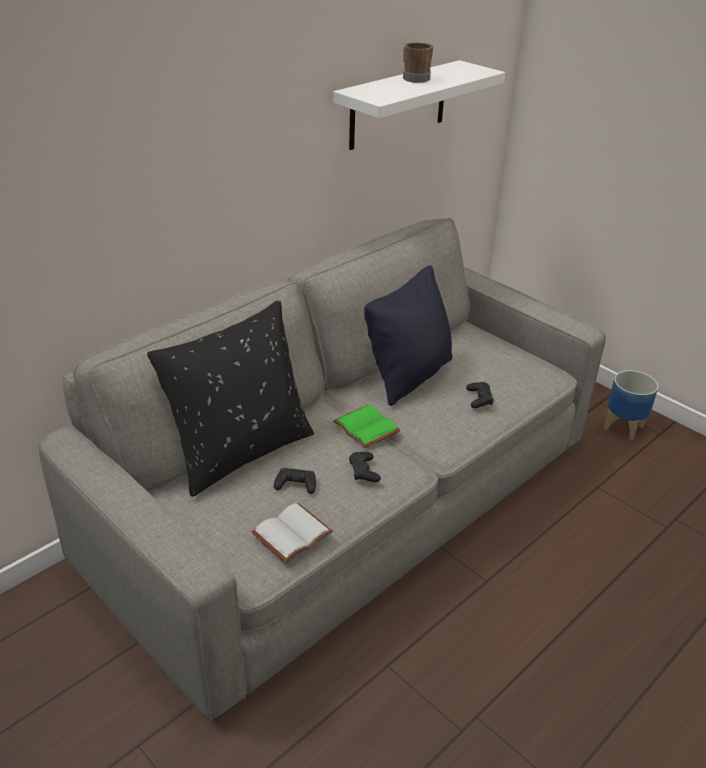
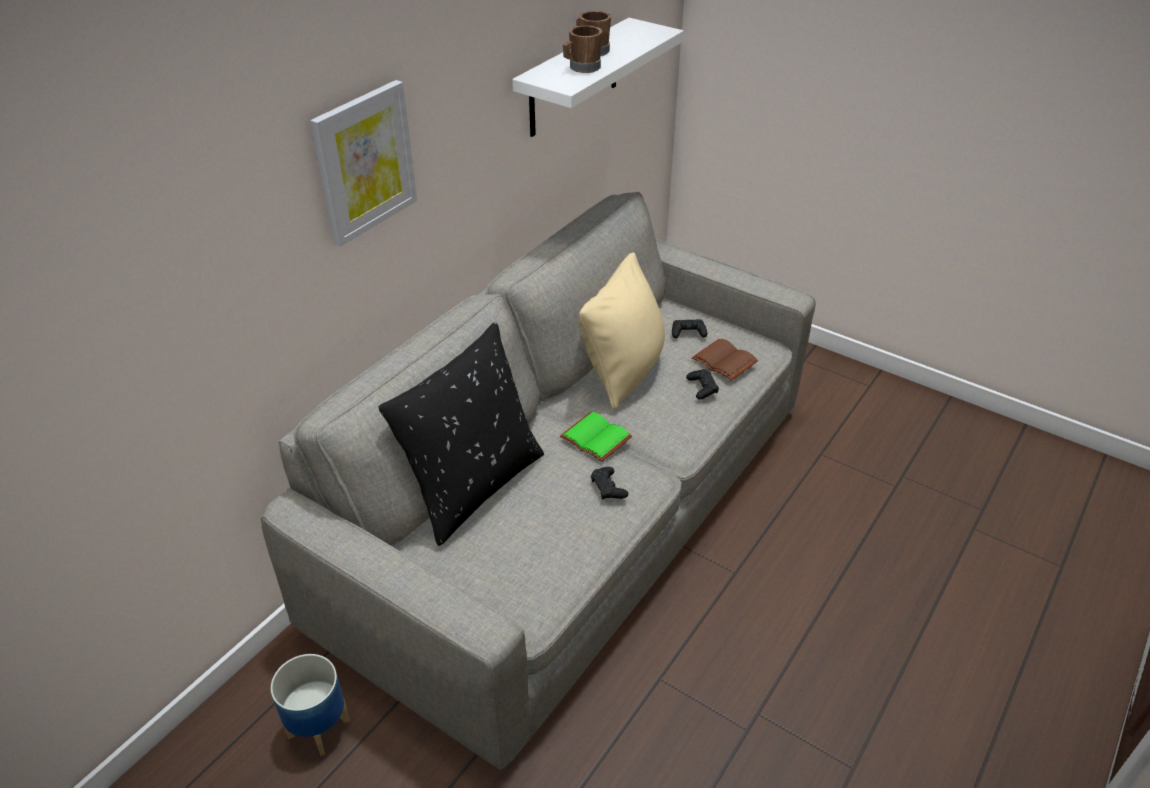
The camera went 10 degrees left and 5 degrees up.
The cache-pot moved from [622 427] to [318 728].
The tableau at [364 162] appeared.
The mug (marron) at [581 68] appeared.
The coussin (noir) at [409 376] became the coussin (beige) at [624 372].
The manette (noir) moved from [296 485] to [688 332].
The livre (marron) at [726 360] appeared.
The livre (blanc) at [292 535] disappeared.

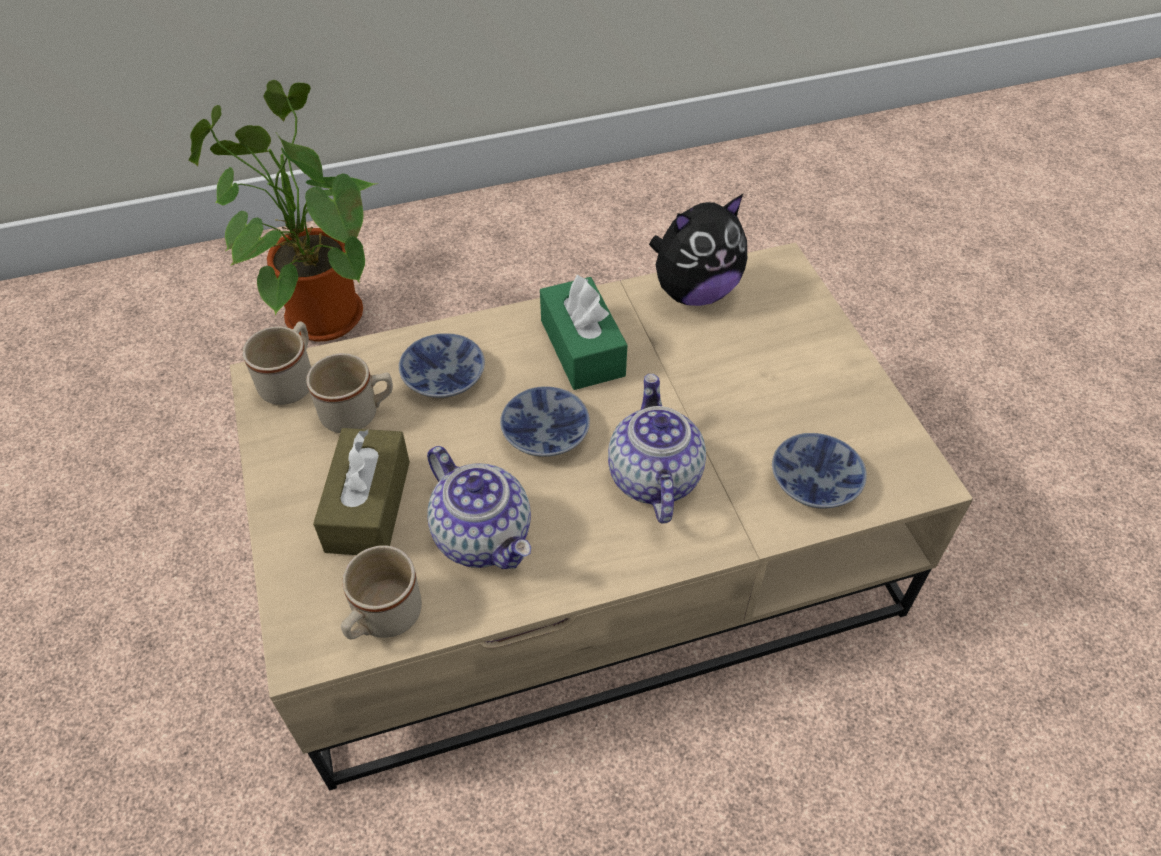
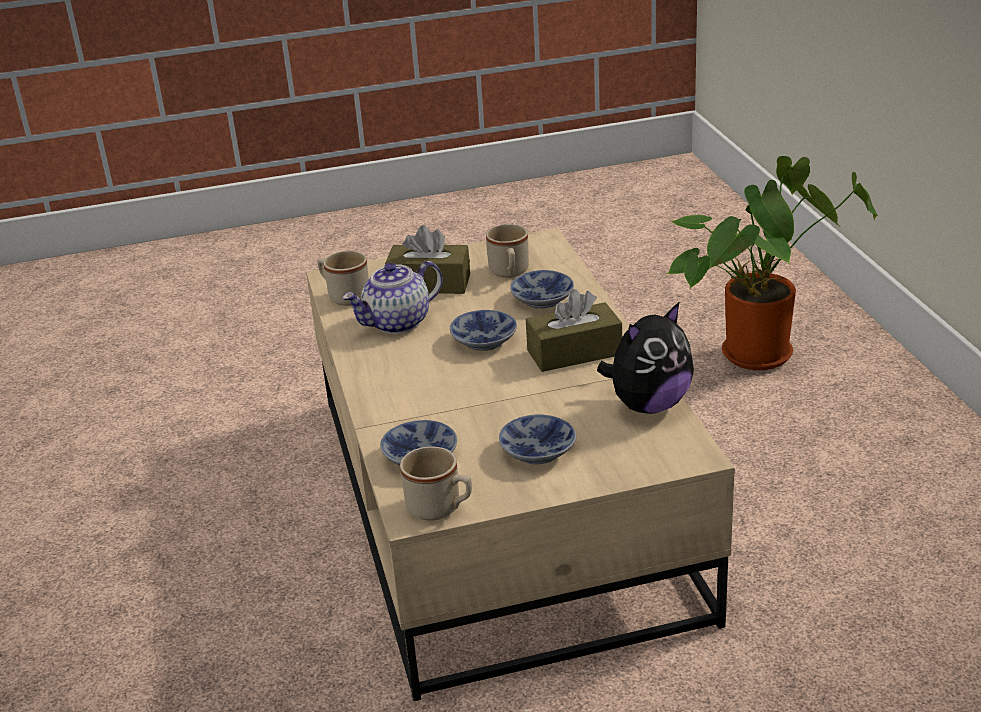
The camera went 95 degrees right and 20 degrees down.
The mug (beige) moved from [292 380] to [440 509].
The bol at [540 452] appeared.
The boîte à mouchoirs (vert) at [582 348] became the boîte à mouchoirs (marron) at [574 352].
The peluche at [694 292] turned 105 degrees counterclockwise.
The théière at [652 477] disappeared.

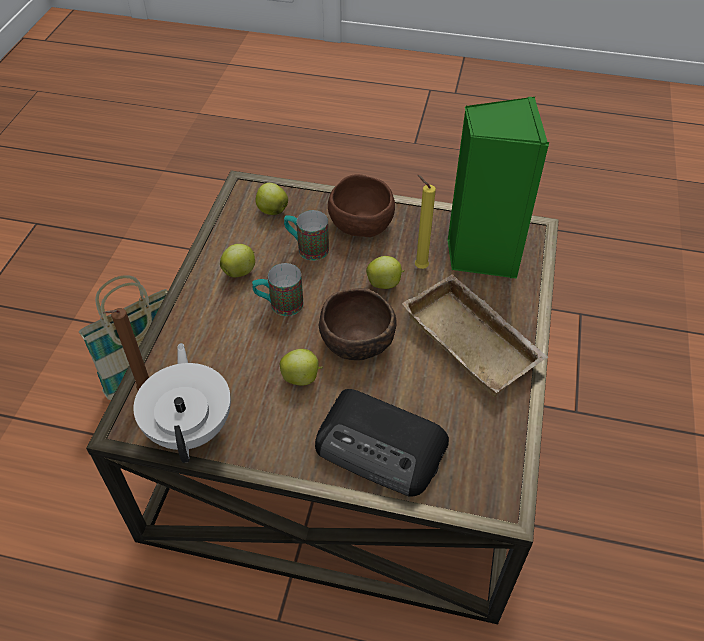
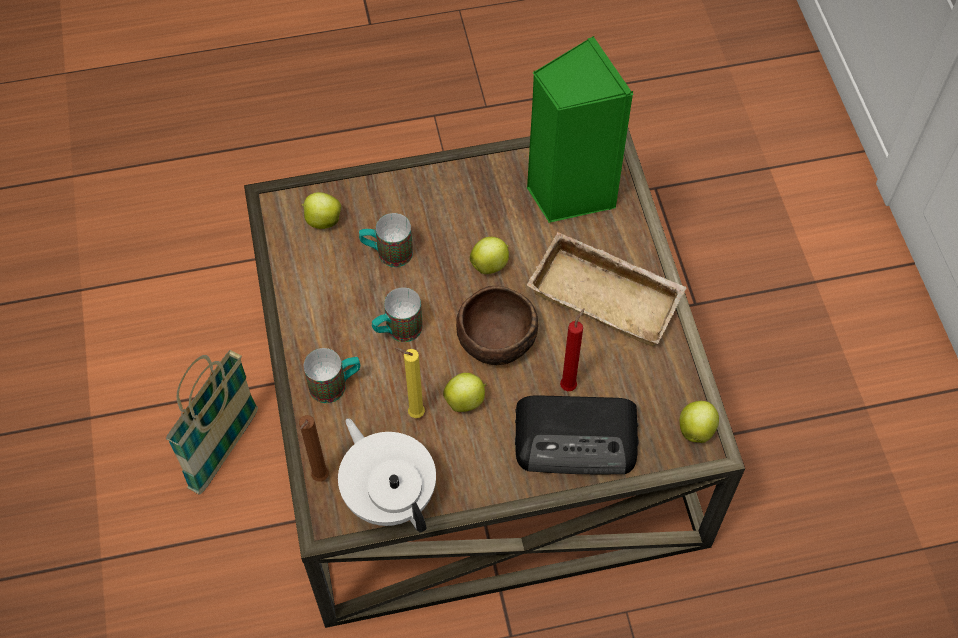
The camera went 25 degrees left and 10 degrees up.
The mug at [336 385] appeared.
The bougie (jaune) moved from [419 267] to [413 413].
The bougie (rouge) at [569 385] appeared.
The pomme moved from [240 271] to [696 429].
The bol (marron) at [362 223] disappeared.

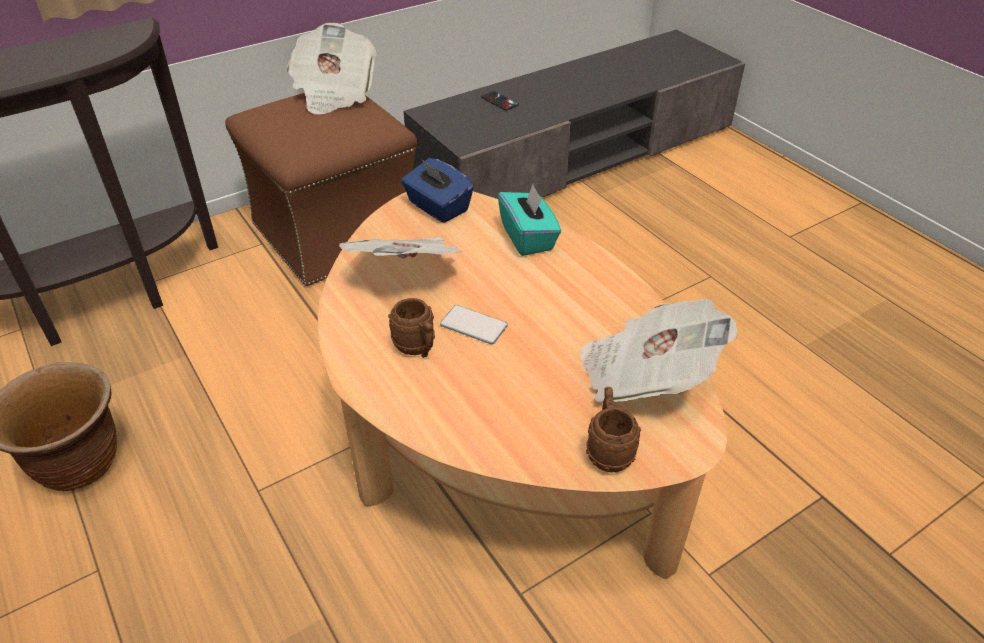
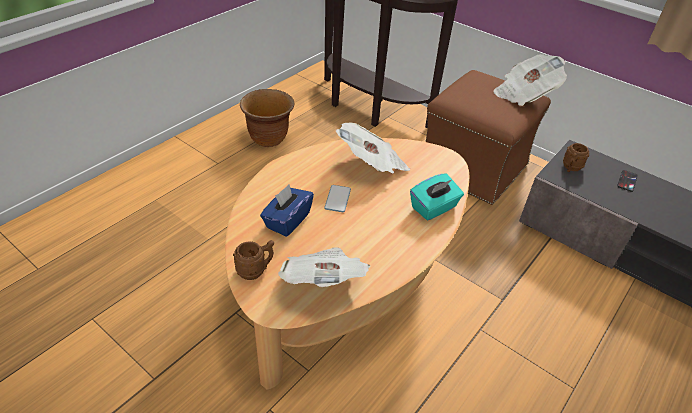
The camera went 70 degrees right and 0 degrees up.
The boîte à mouchoirs (bleu) moved from [437 207] to [287 221].
The mug (marron) moved from [417 349] to [570 168].

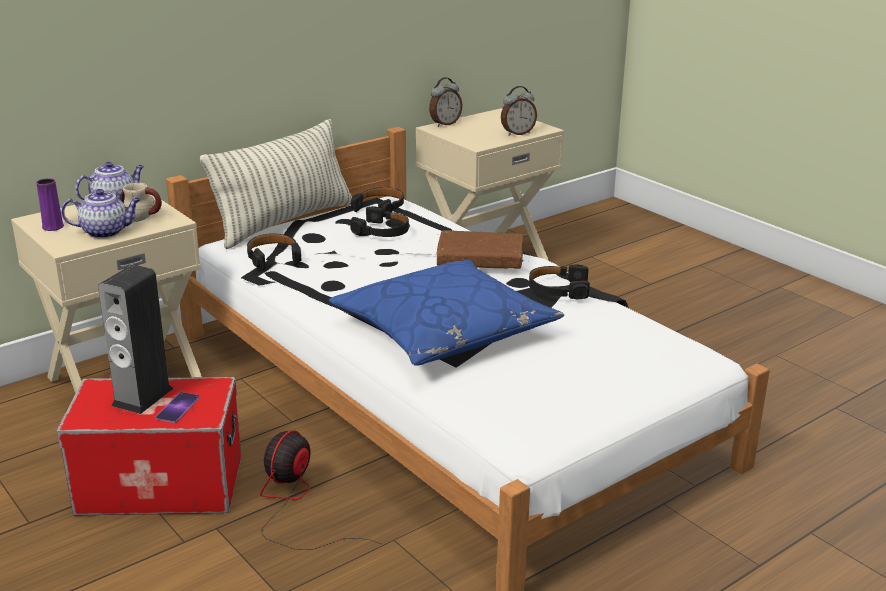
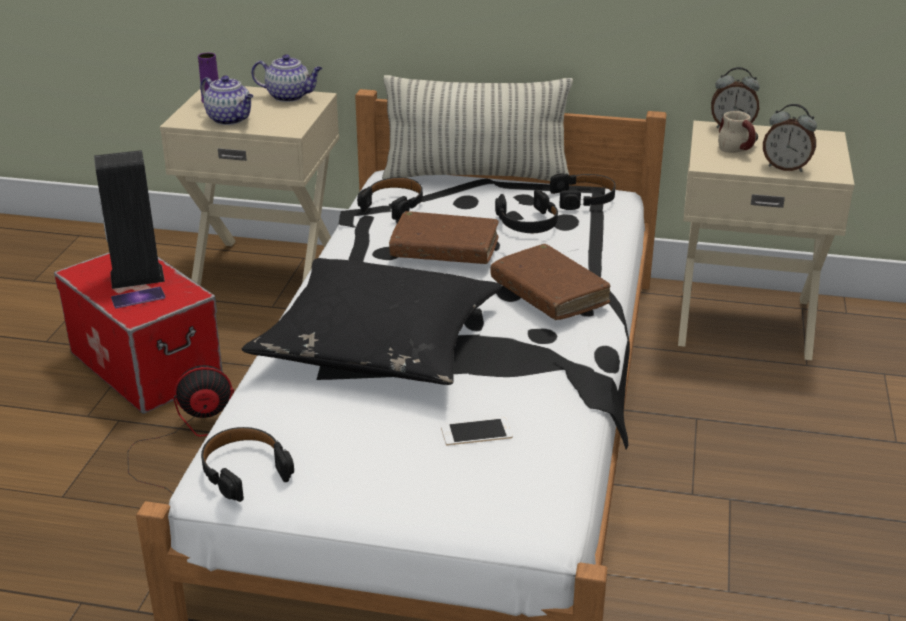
The camera went 50 degrees right and 5 degrees up.
The casque audio (noir) moved from [558 289] to [244 470].
The coussin (bleu) at [444 331] became the coussin (noir) at [378 342].
The livre (marron) at [444 249] appeared.
The téléphone at [476 432] appeared.
The mug moved from [146 215] to [741 149].

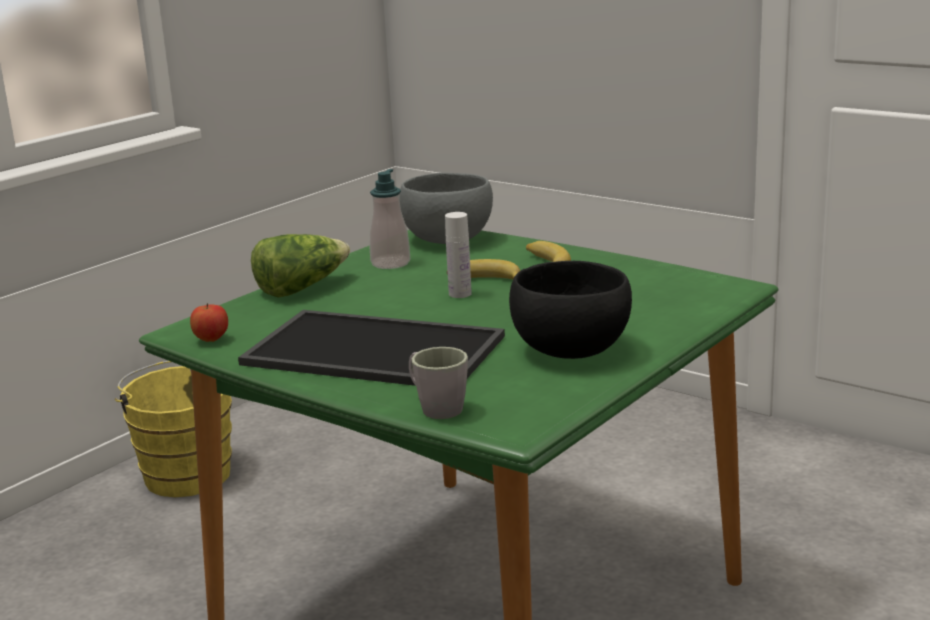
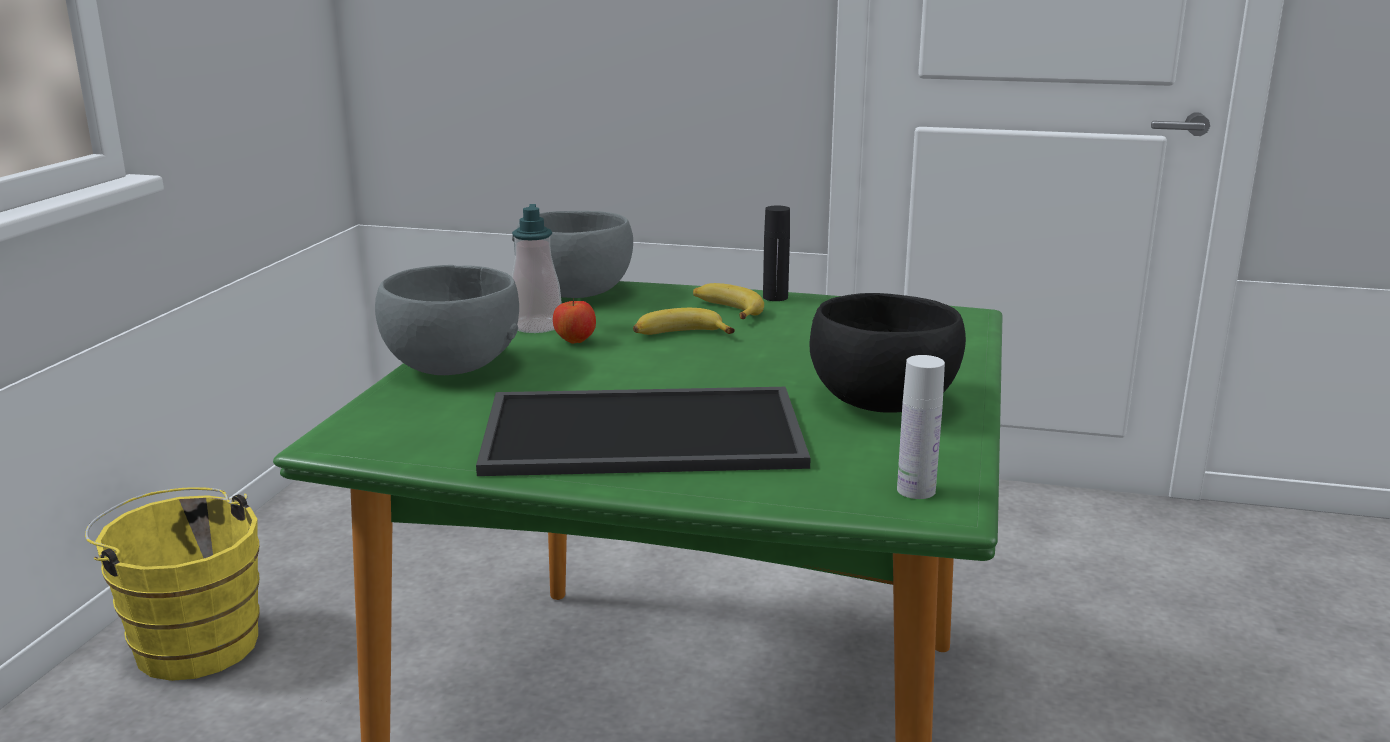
The camera went 25 degrees left and 0 degrees up.
The laitue at [301 288] was replaced by the bol (gris) at [451 367].
The pomme moved from [211 340] to [574 341].
The bouteille (noir) at [775 297] appeared.
The bouteille (blanc) moved from [460 294] to [916 490].
The mug (gris) at [436 407] disappeared.

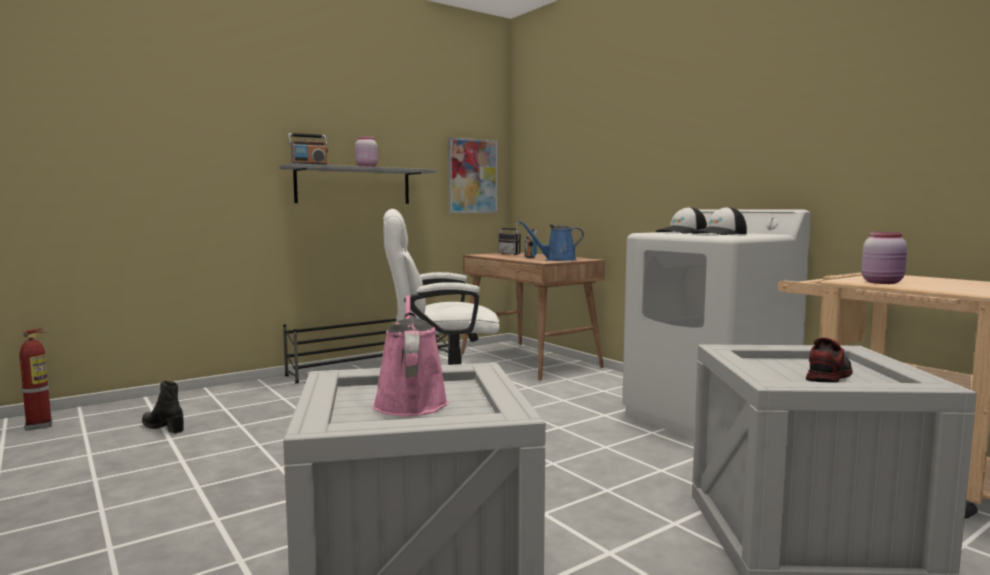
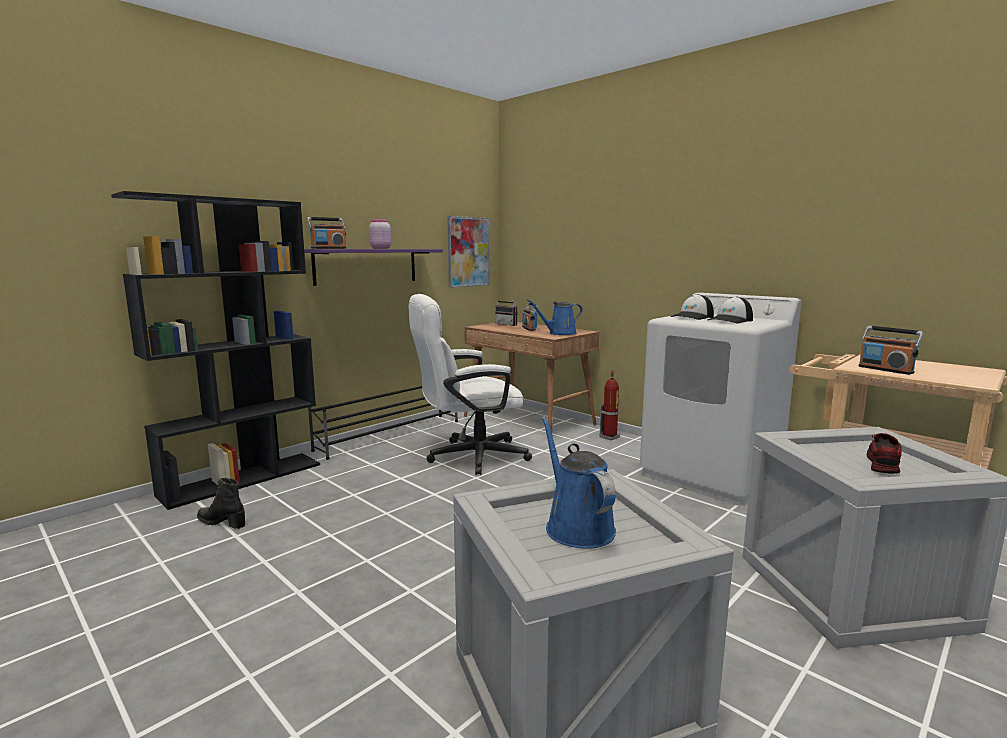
The camera went 10 degrees left and 5 degrees up.
The bibliothèque (noir) at [243 479] appeared.
The étagère (gris) at [353 186] became the étagère (violet) at [366 266].
The arrosoir (rose) at [410 402] became the arrosoir (bleu) at [576 526].
The extincteur moved from [39 425] to [609 437].
The bocal (rose) at [883 282] was replaced by the radio at [885 370].

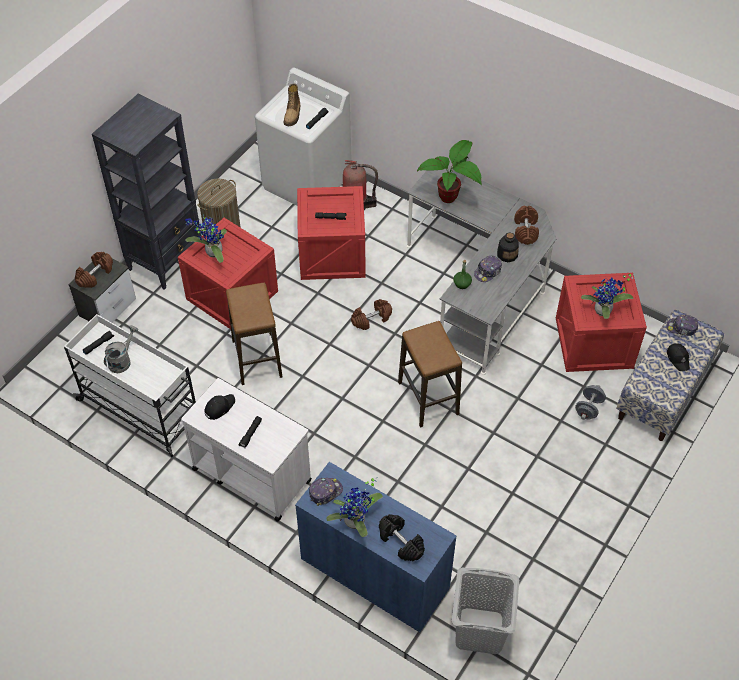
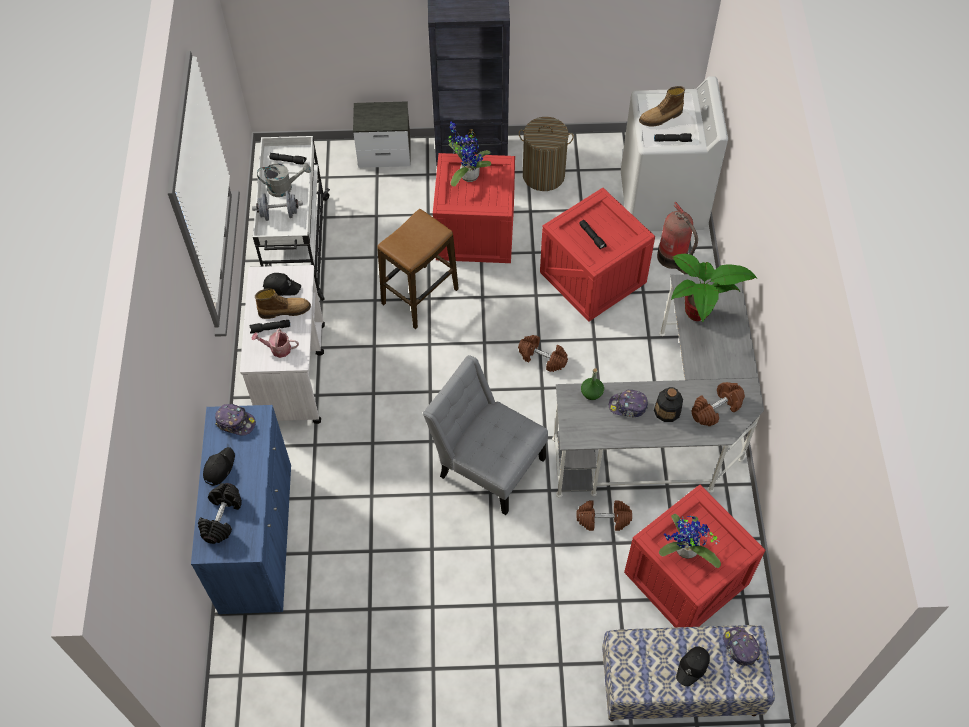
The camera went 55 degrees right and 5 degrees up.
The plante en pot at [356 523] was replaced by the casquette (noir) at [219 468].
The haltère (gris) moved from [588 408] to [279 214].
The arrosoir at [277 349] appeared.
The botte at [284 310] appeared.
The tabouret at [428 398] was replaced by the chaise (gris) at [487 463].
The haltère (marron) moved from [95 275] to [603 520].
The panier à linge (gris) at [479 631] disappeared.

